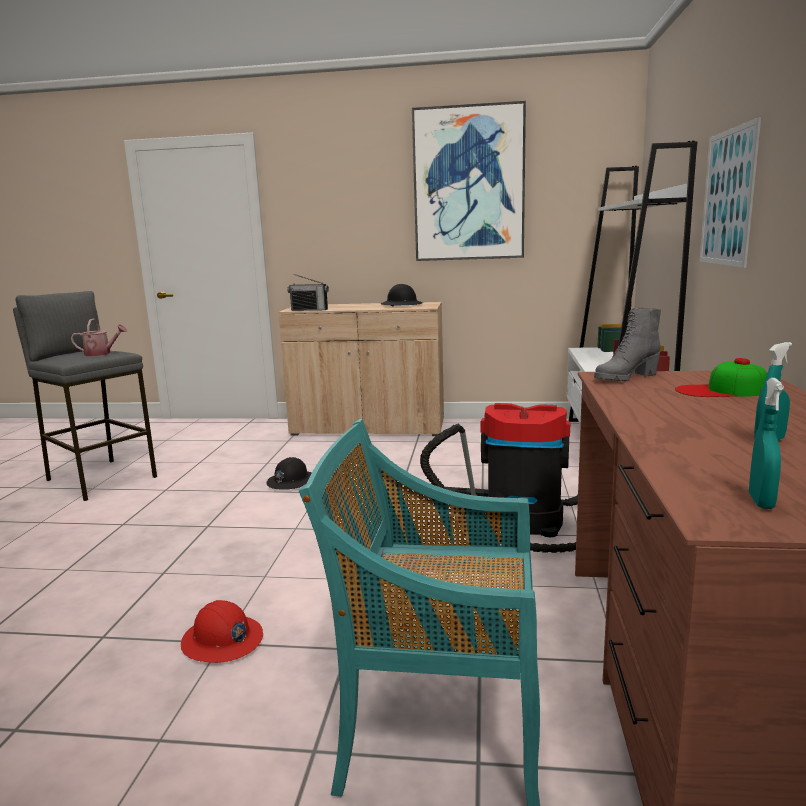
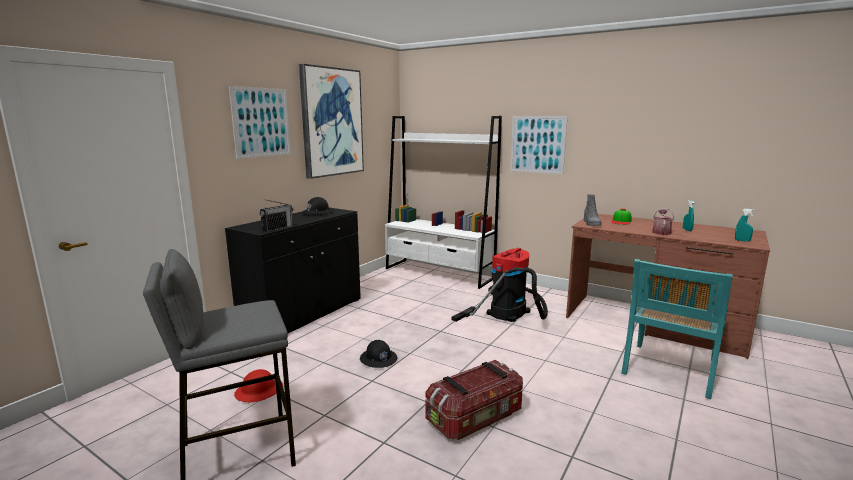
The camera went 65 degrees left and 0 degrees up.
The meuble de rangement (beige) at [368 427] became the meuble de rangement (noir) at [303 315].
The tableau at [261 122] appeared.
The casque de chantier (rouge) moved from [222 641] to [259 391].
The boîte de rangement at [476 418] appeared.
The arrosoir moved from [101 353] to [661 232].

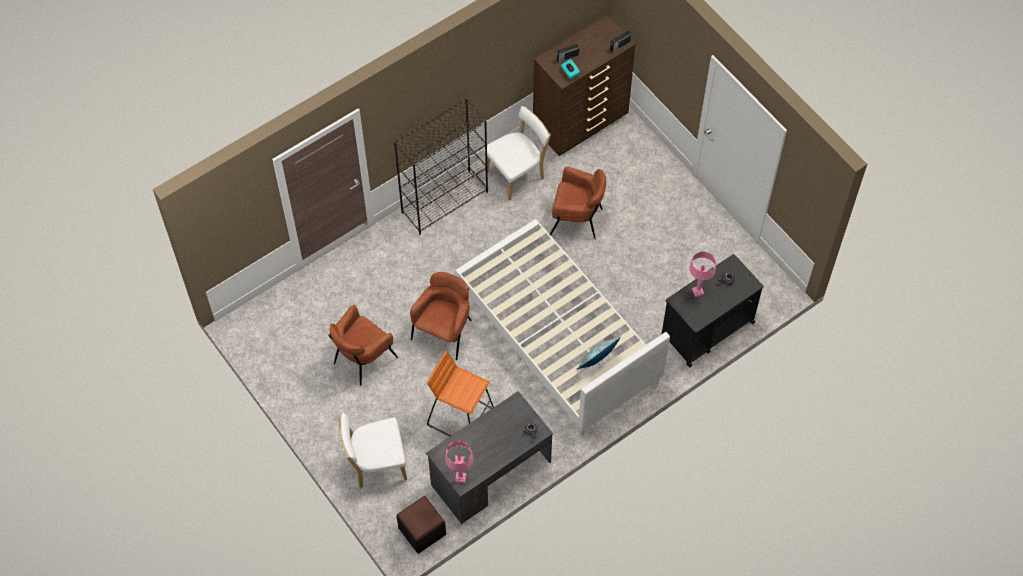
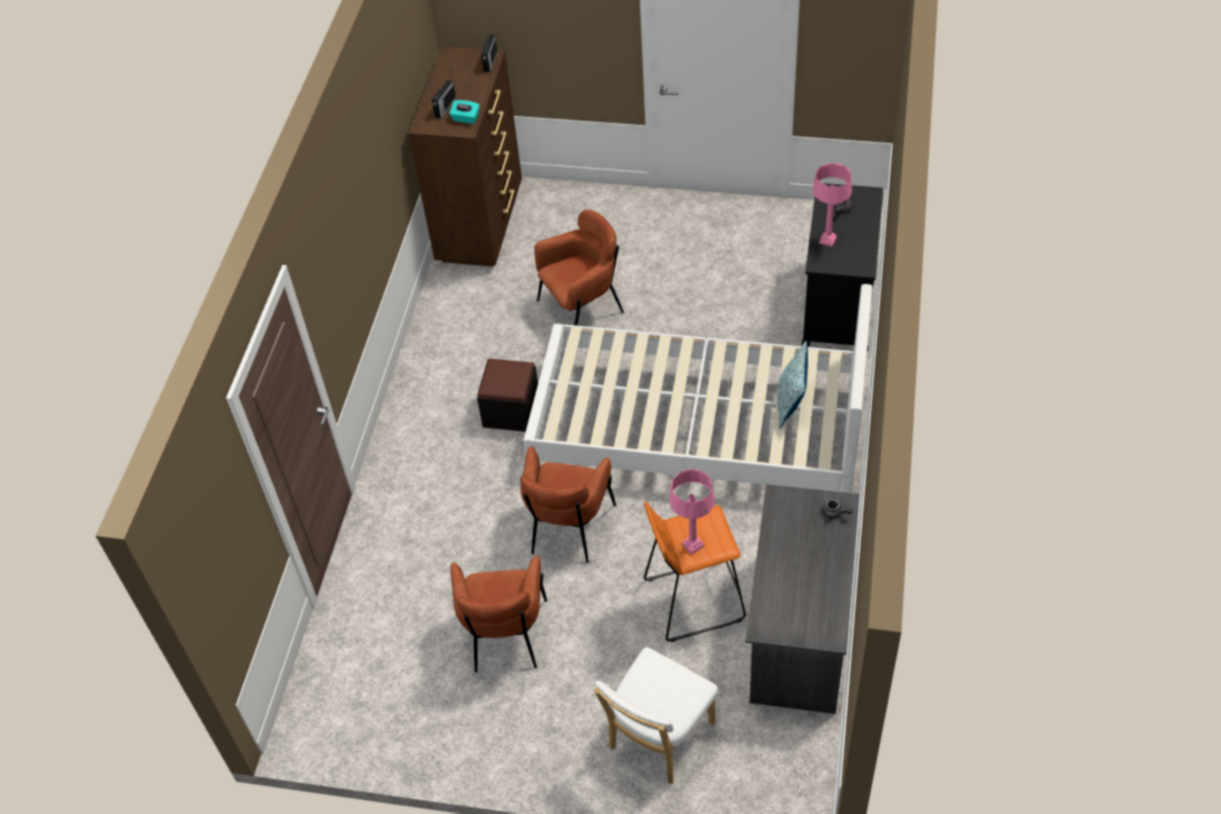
The camera went 40 degrees left and 10 degrees down.
The pouf (noir) moved from [422 531] to [511 411].
The fauteuil (marron) at [444 331] turned 150 degrees counterclockwise.
The lampe de table (rose) moved from [460 477] to [692 545].
The bibliothèque (noir) at [445 201] disappeared.
The chaise (blanc) at [517 174] disappeared.

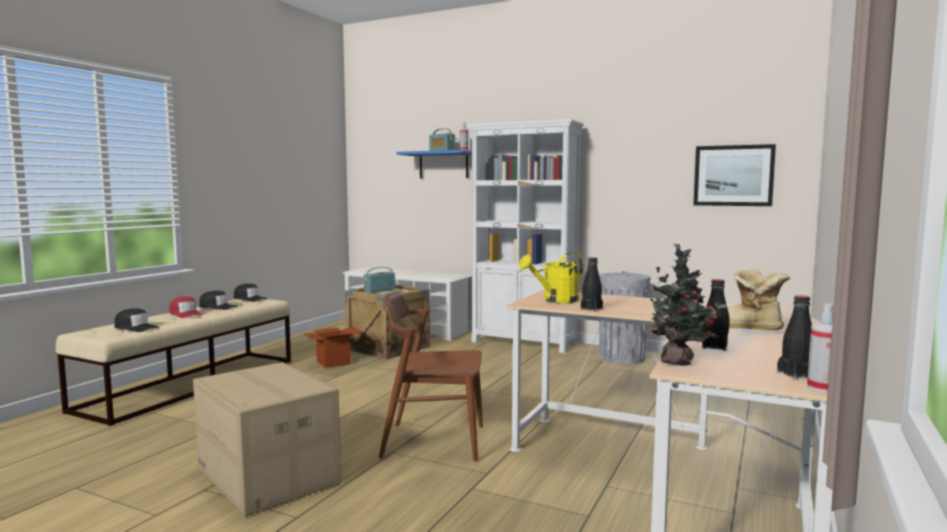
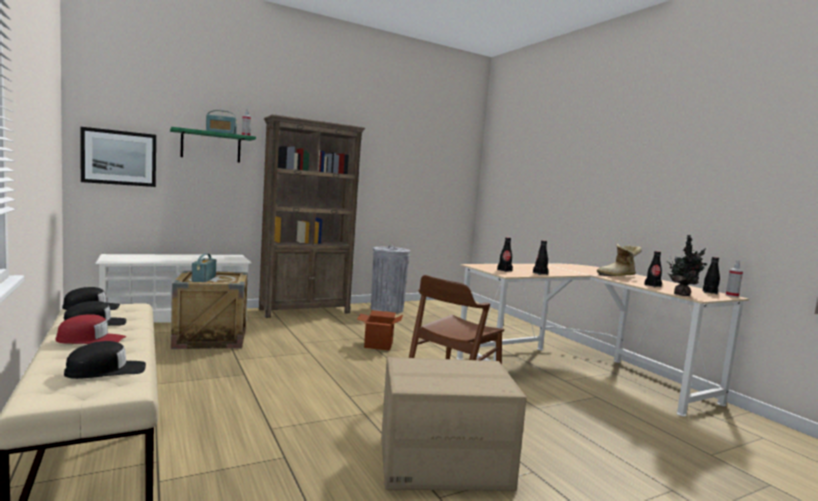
The camera went 55 degrees left and 0 degrees up.
The tableau moved from [733 175] to [119 157].
The étagère (bleu) at [443 165] became the étagère (vert) at [211 146].
The bibliothèque (blanc) at [524 343] became the bibliothèque (marron) at [305 311].
The carton moved from [333 362] to [378 345].
The arrosoir (jaune) at [555 300] was replaced by the bouteille (noir) at [504 270].

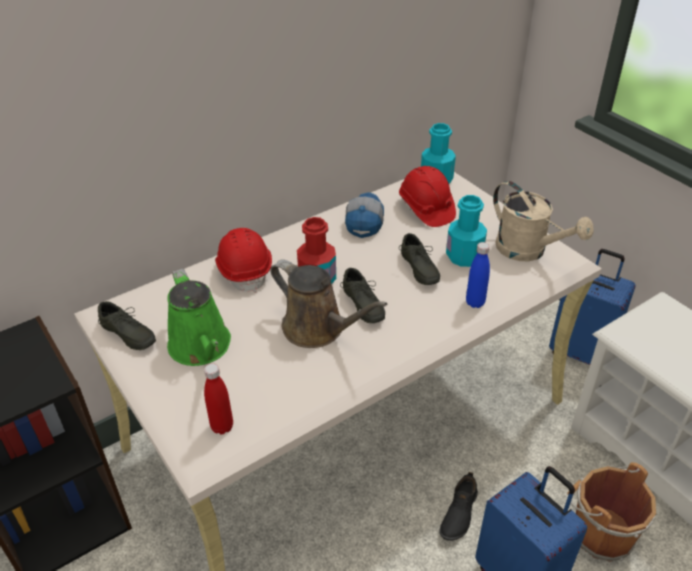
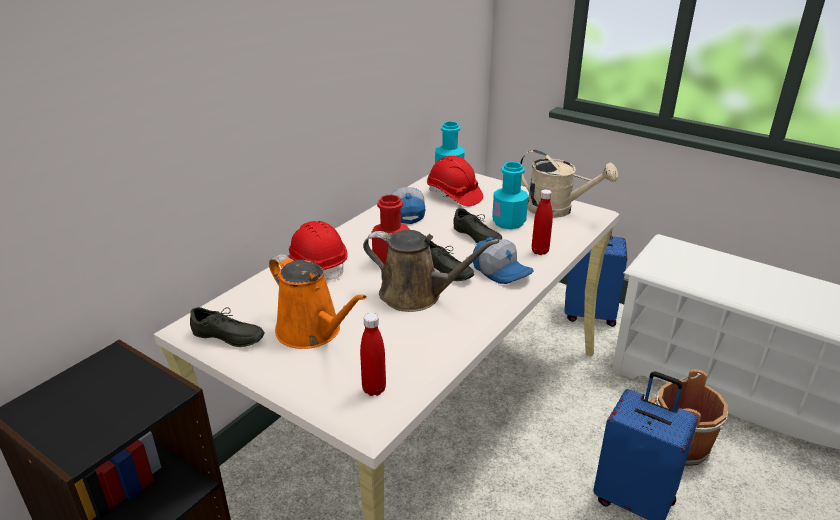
The camera went 20 degrees left and 10 degrees down.
The arrosoir (vert) at [202 347] became the arrosoir (orange) at [312 332].
The casquette at [502 271] appeared.
The bouteille (bleu) at [475 302] became the bouteille (rouge) at [540 251].
The chaussure (noir) at [458 513] disappeared.

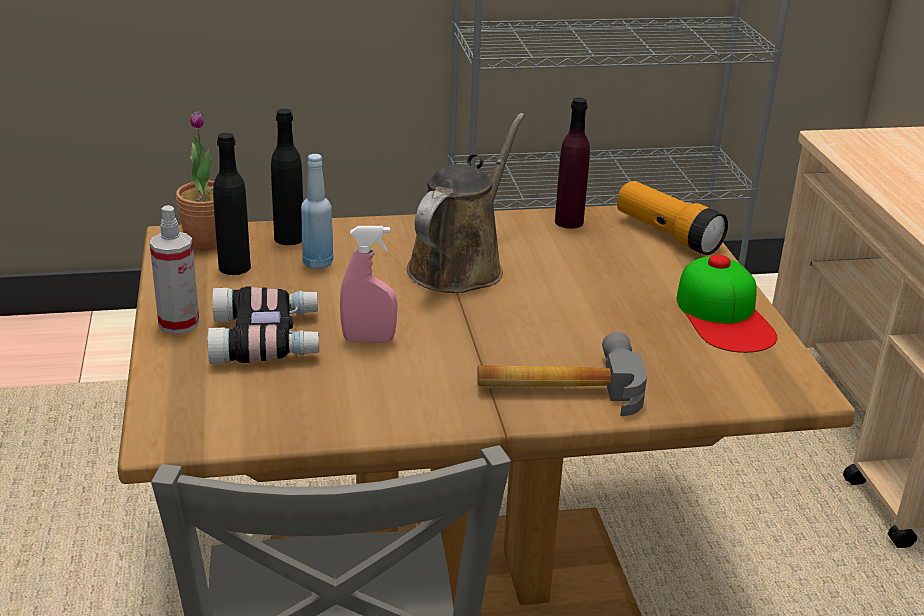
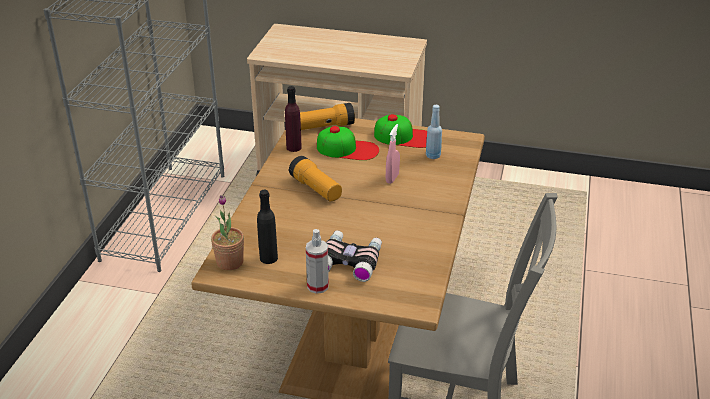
The camera went 65 degrees left and 5 degrees up.
The arrosoir (marron) at [460 266] was replaced by the lampe de poche at [316 189].
The casquette at [347 149] appeared.
The vaporisateur (rose) moved from [368 340] to [392 178].
The bouteille (bleu) moved from [318 263] to [433 156].
The bouteille (noir) at [289 238] disappeared.
The marteau at [558 384] disappeared.

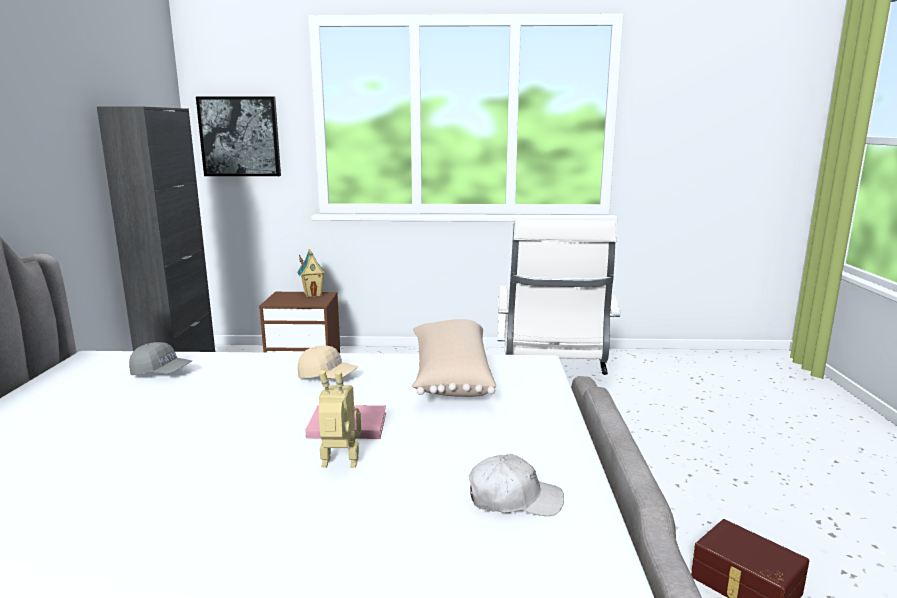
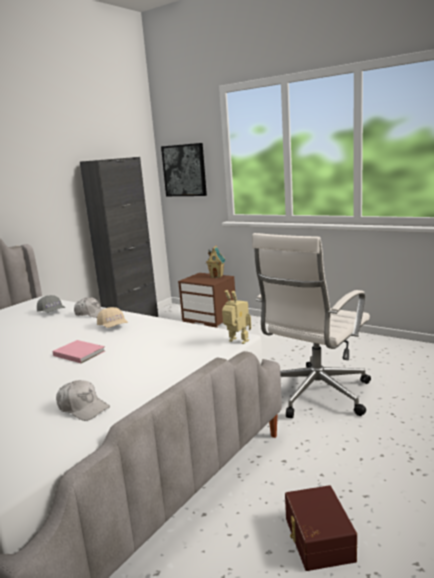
The camera went 35 degrees right and 0 degrees up.
The casquette (blanc) at [92 314] appeared.
The robot jouet moved from [339 466] to [237 342].
The coussin (beige) at [450 376] disappeared.

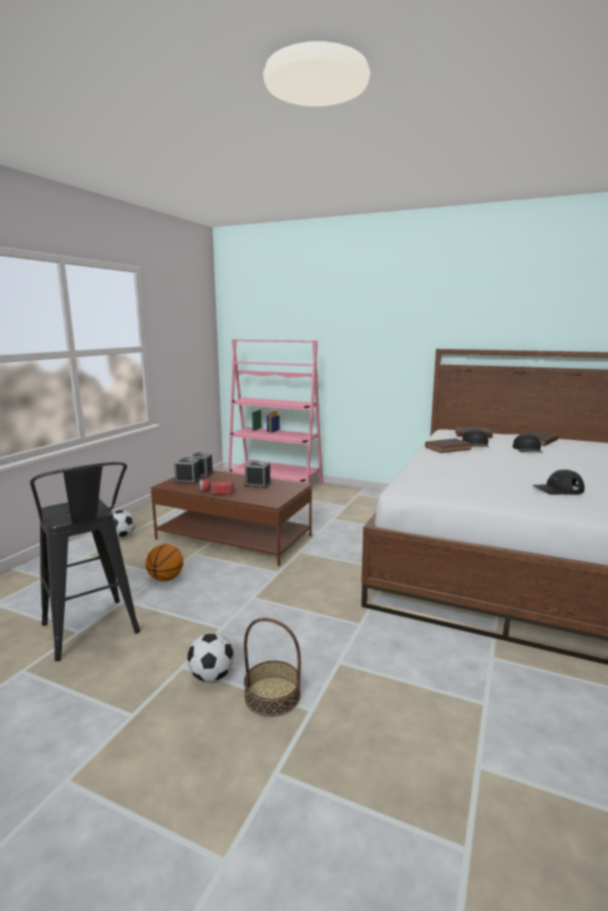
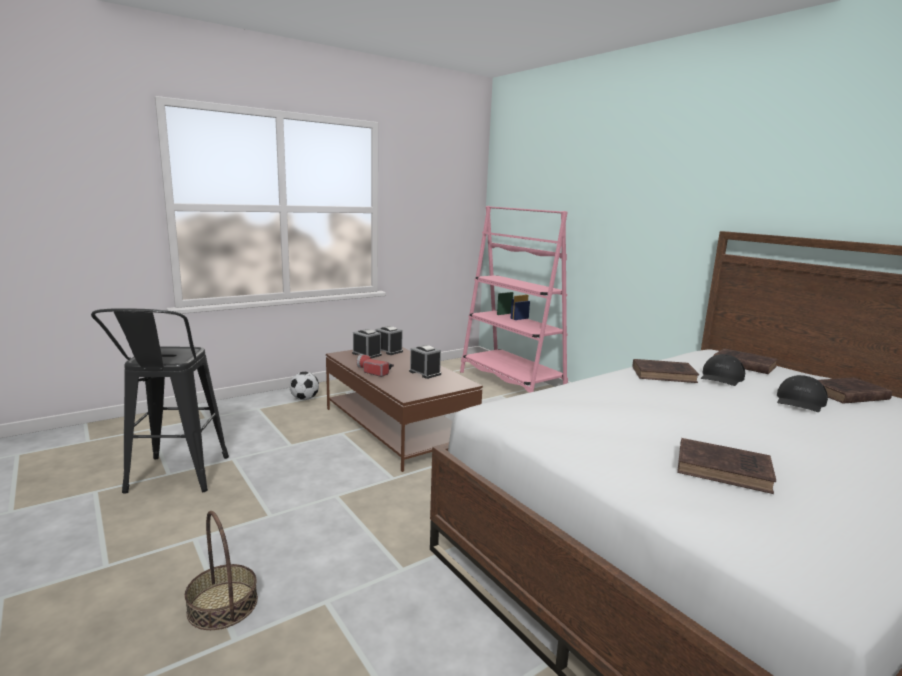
The camera went 30 degrees right and 0 degrees up.
The casquette (noir) at [558 489] was replaced by the livre (marron) at [726 471].
The ballon de basket at [166 578] disappeared.
The ballon de foot at [211 676] disappeared.

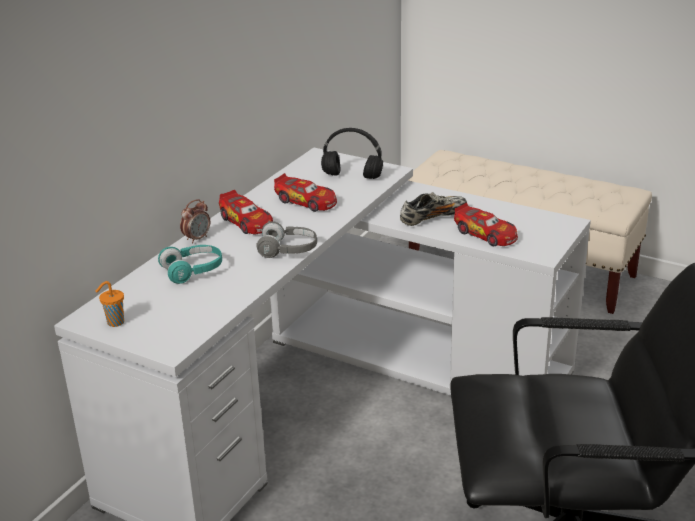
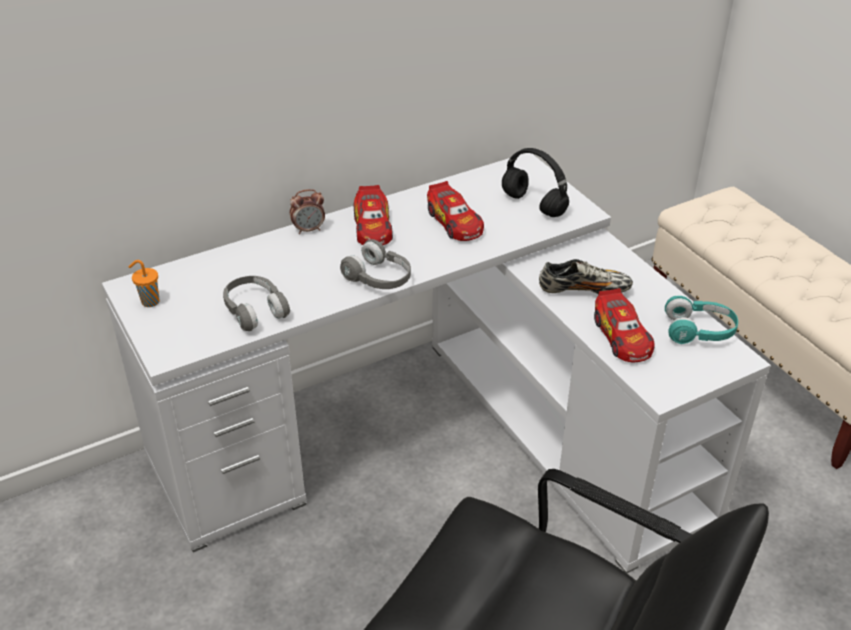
The camera went 30 degrees right and 10 degrees up.
The casque audio (gris) at [255 310] appeared.
The casque audio (turquoise) moved from [193 271] to [699 331].

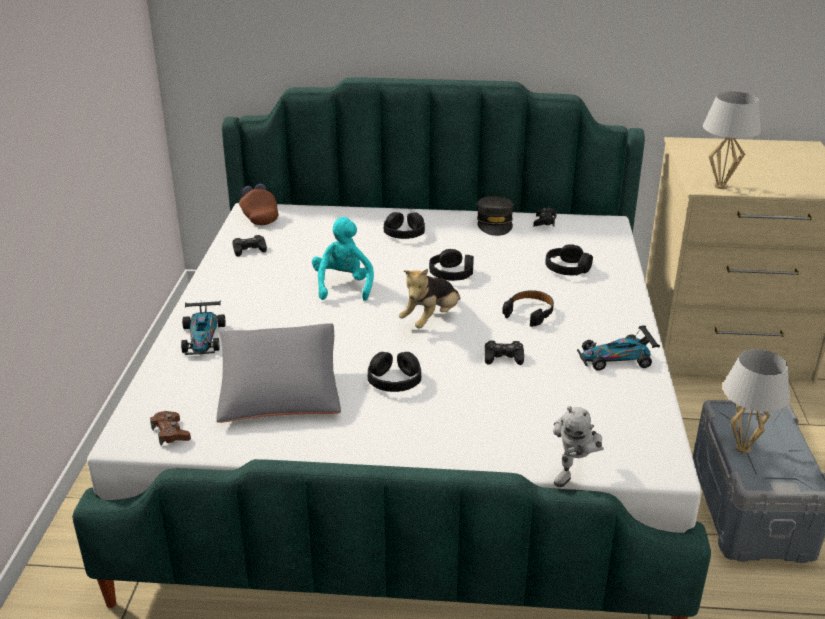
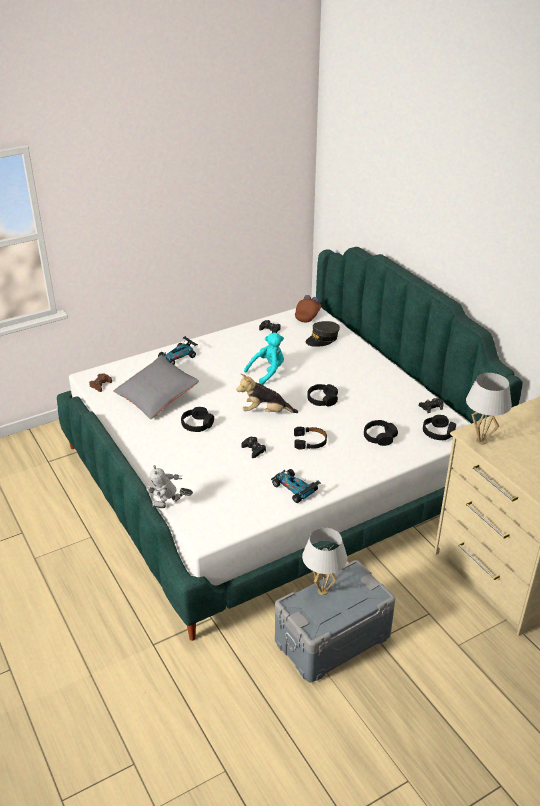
The camera went 55 degrees right and 5 degrees up.
The casquette (gris) moved from [495 223] to [322 339].
The casque audio (noir) moved from [404 233] to [438 433].

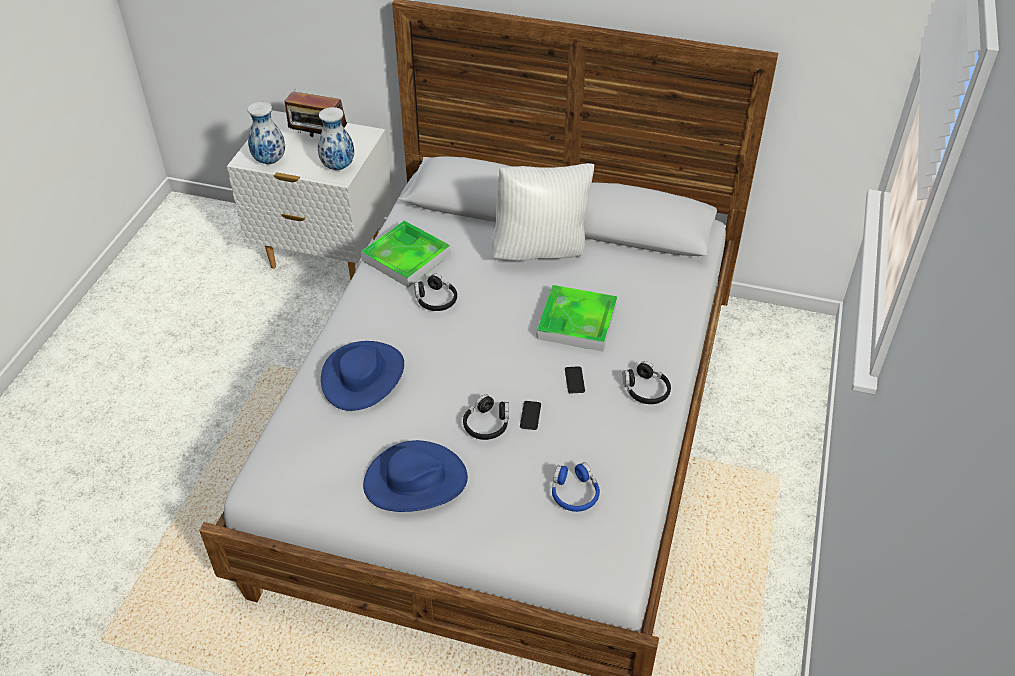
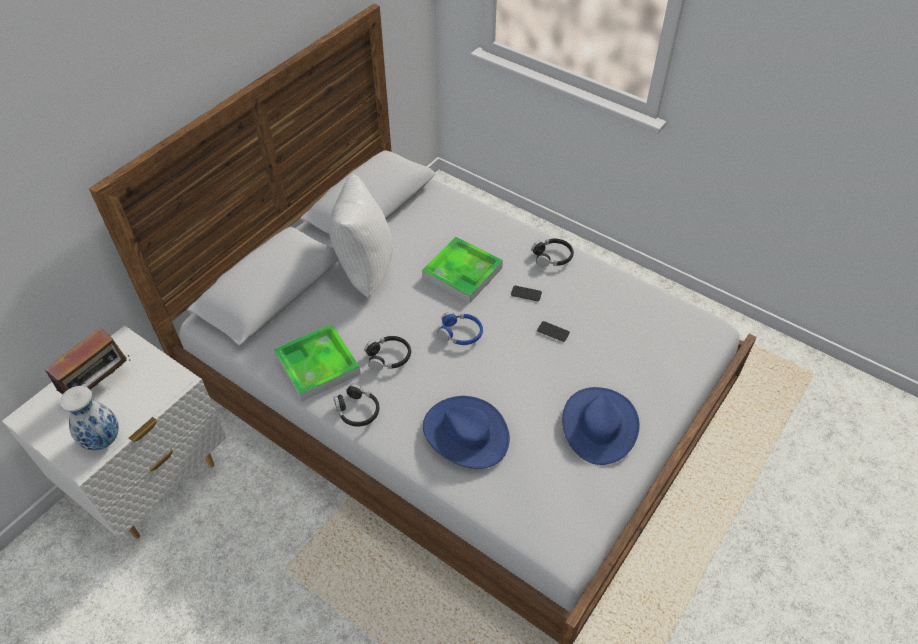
The camera went 70 degrees left and 5 degrees up.
The casque audio (noir) moved from [487 424] to [357 411].
The casque audio (bleu) moved from [574 493] to [460 333].
The vase at [338 167] disappeared.

